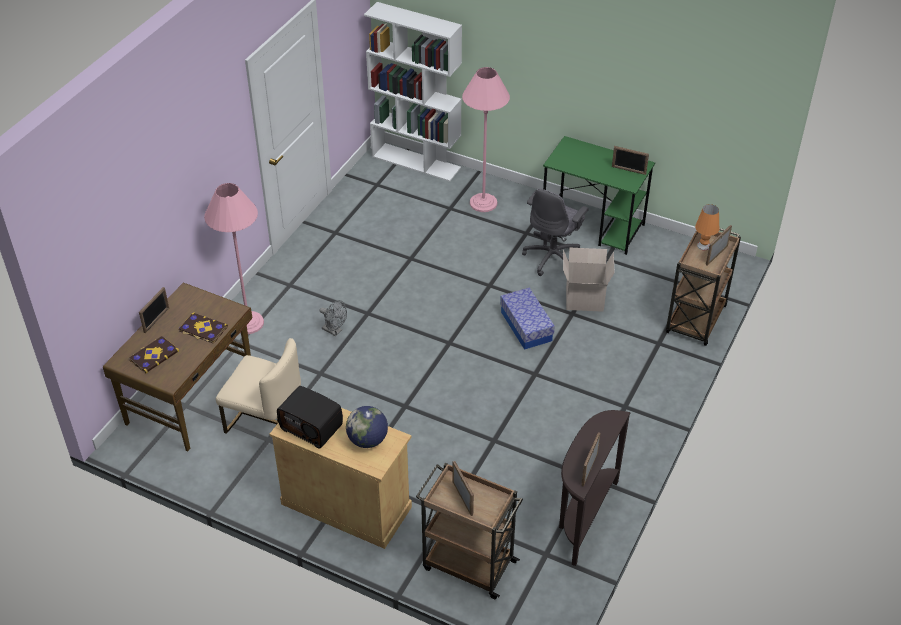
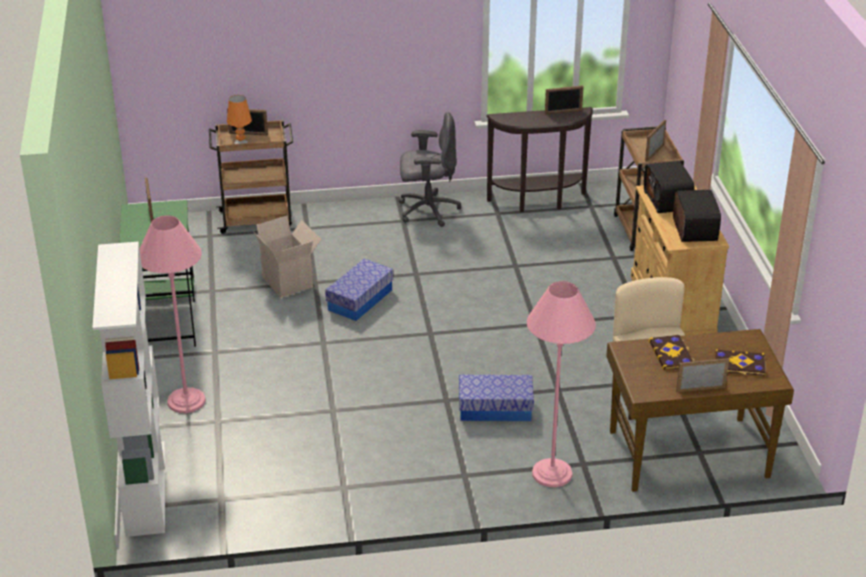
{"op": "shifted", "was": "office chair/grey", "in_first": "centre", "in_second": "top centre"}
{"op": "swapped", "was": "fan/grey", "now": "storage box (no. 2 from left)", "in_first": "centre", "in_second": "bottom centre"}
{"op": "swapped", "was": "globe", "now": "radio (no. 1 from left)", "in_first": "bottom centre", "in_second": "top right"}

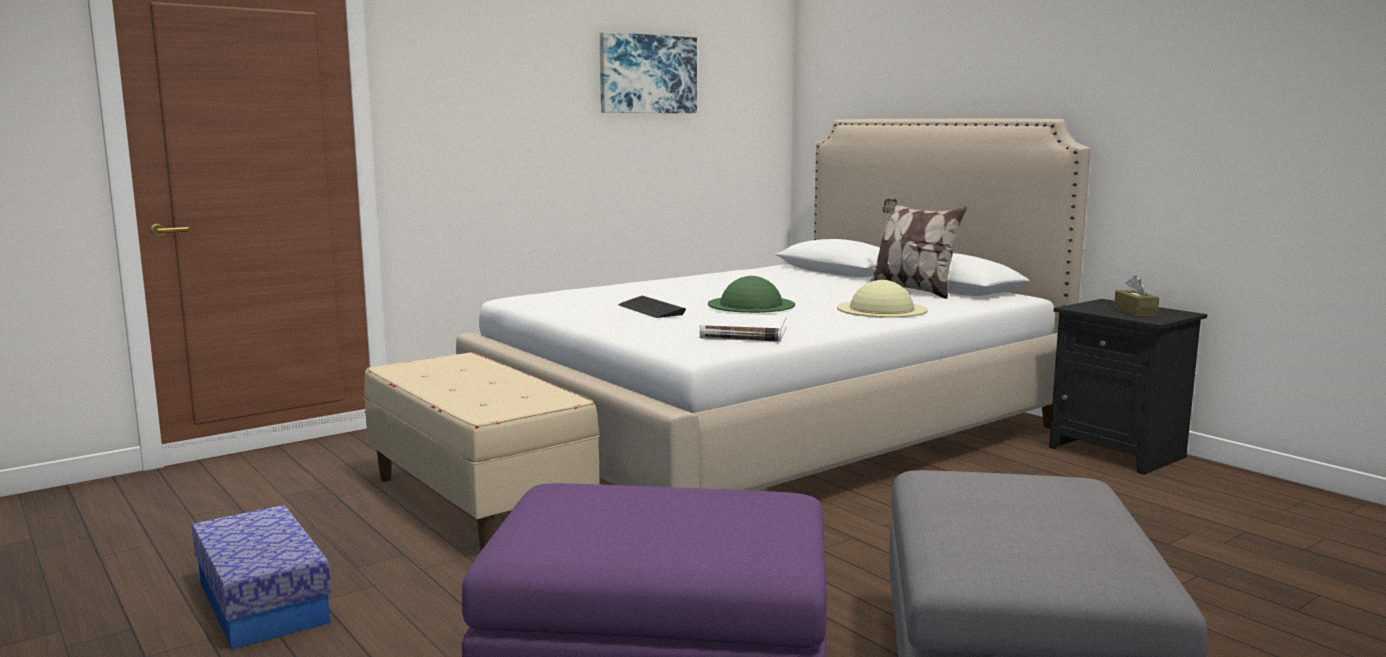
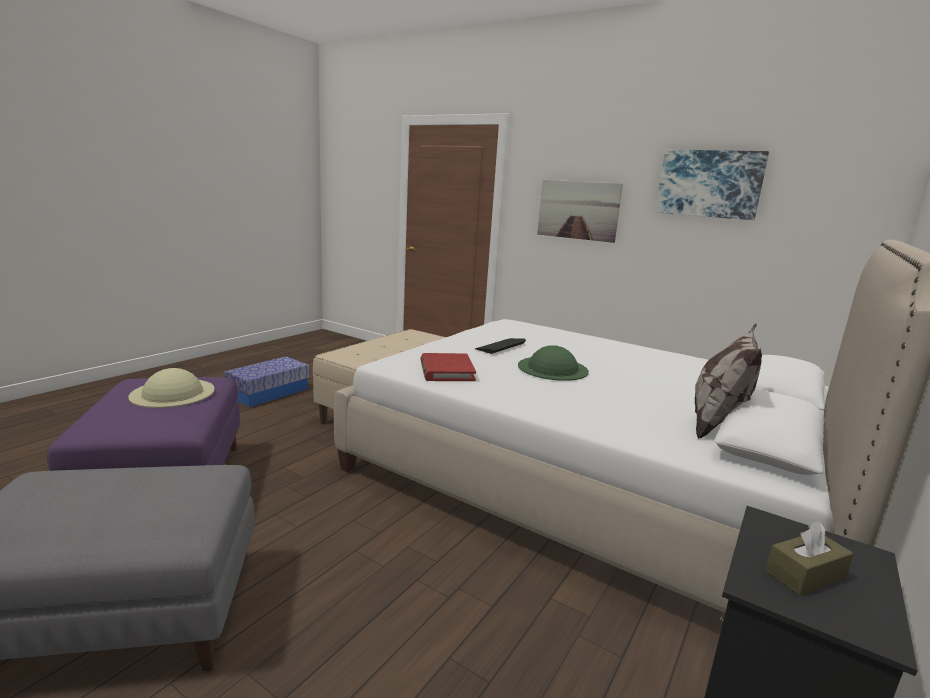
{"op": "shifted", "was": "hat/beige", "in_first": "centre", "in_second": "middle left"}
{"op": "repainted", "was": "book/white", "now": "book/red", "in_first": "centre", "in_second": "centre"}
{"op": "new", "now": "picture (no. 1 from left)", "in_second": "top centre"}

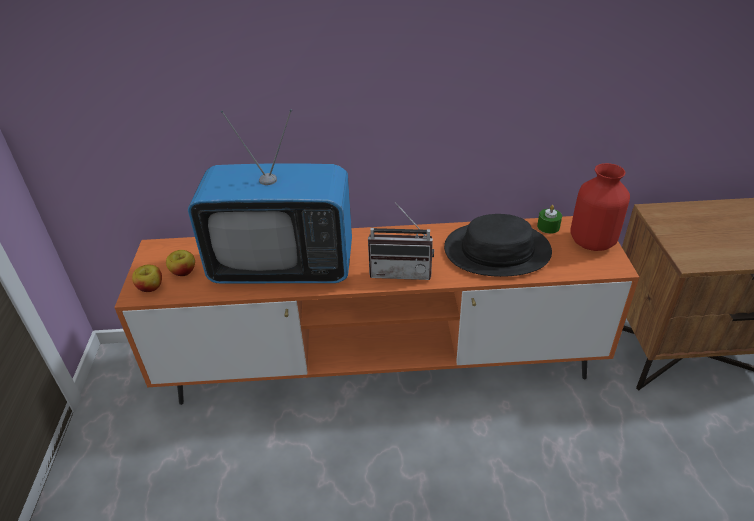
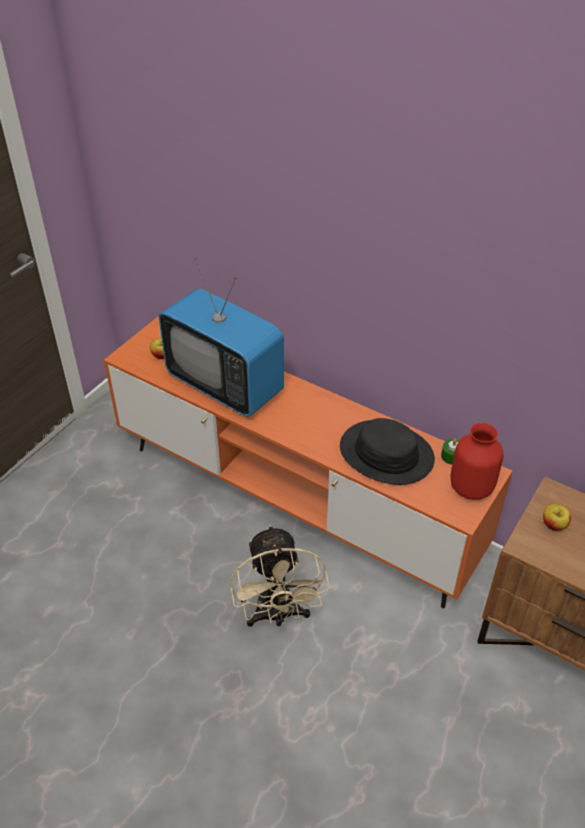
{"op": "gone", "was": "radio", "in_first": "centre"}
{"op": "shifted", "was": "apple (no. 1 from left in the first image)", "now": "apple (no. 2 from left)", "in_first": "middle left", "in_second": "middle right"}
{"op": "new", "now": "fan/beige", "in_second": "bottom centre"}

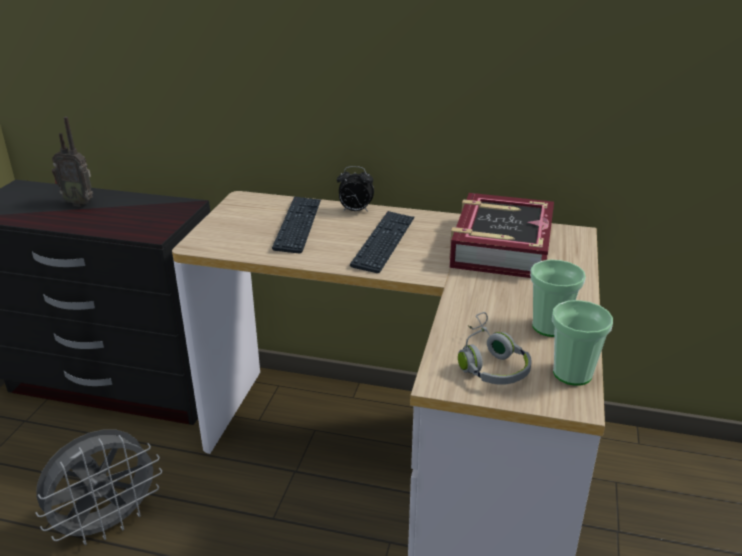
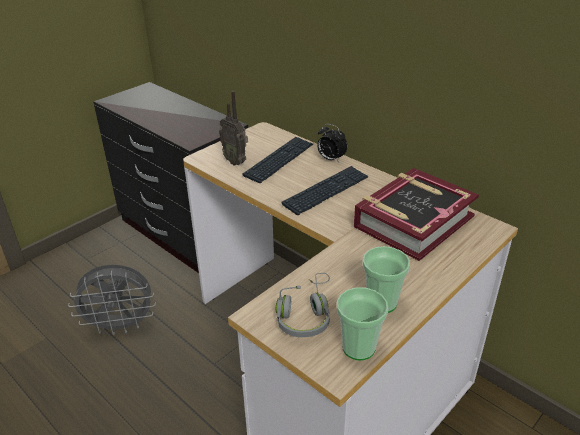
{"op": "shifted", "was": "radio", "in_first": "top left", "in_second": "top centre"}

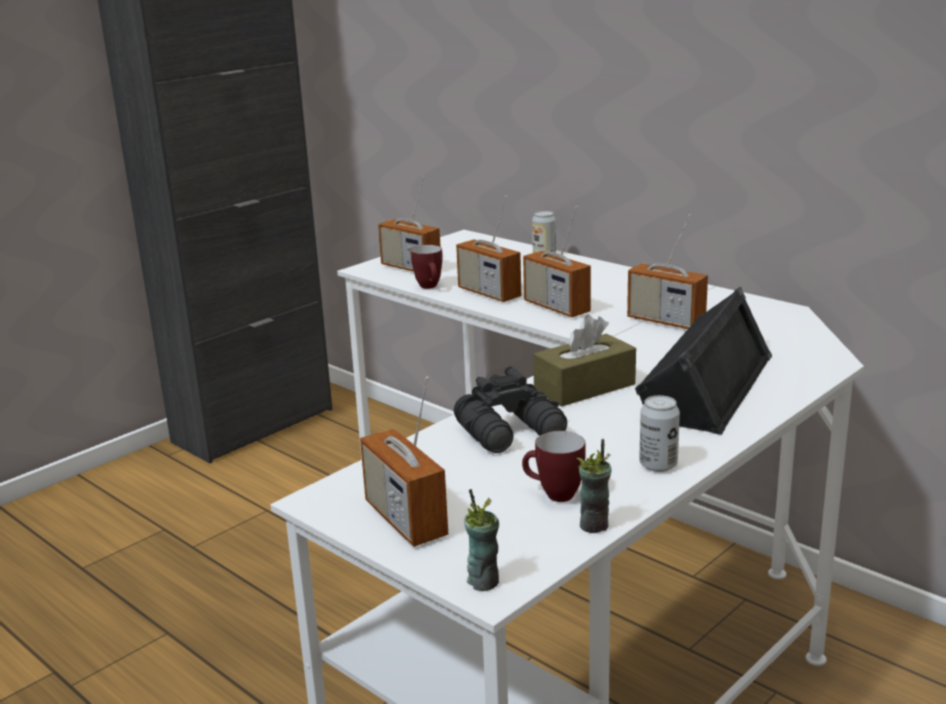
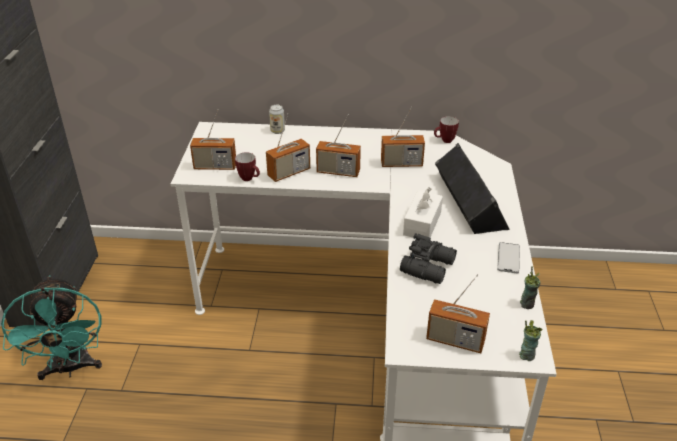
{"op": "rotated", "was": "radio (no. 3 from left in the first image)", "in_first": "centre", "in_second": "centre", "clockwise": -45}
{"op": "repainted", "was": "tissue box/brown", "now": "tissue box/white", "in_first": "centre", "in_second": "centre"}
{"op": "swapped", "was": "can (no. 2 from left)", "now": "phone", "in_first": "middle right", "in_second": "middle right"}
{"op": "shifted", "was": "mug (no. 2 from left)", "in_first": "centre", "in_second": "top centre"}
{"op": "new", "now": "fan/turquoise", "in_second": "bottom left"}

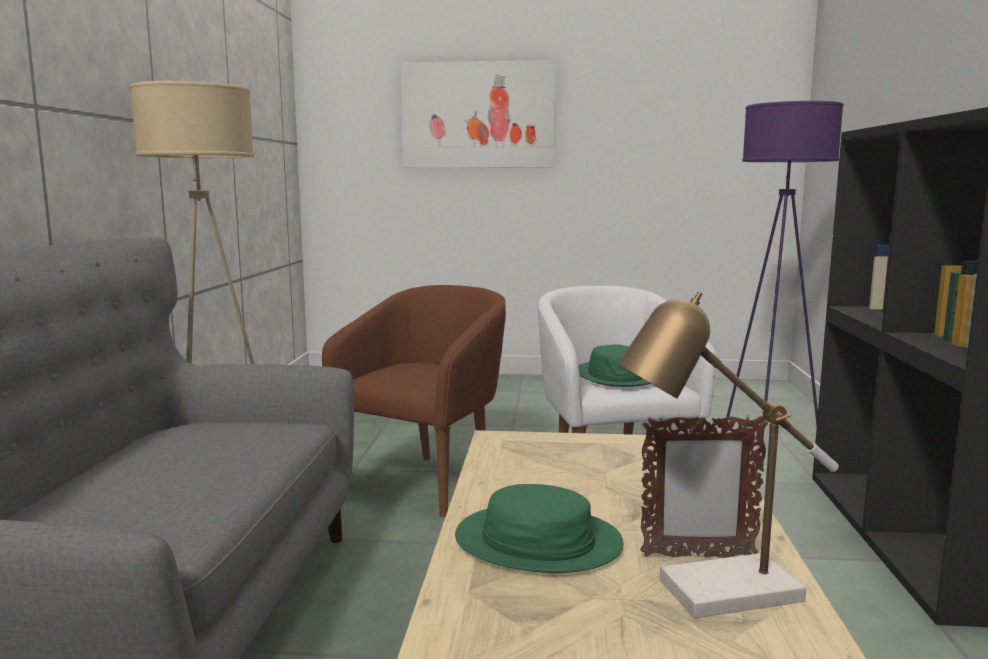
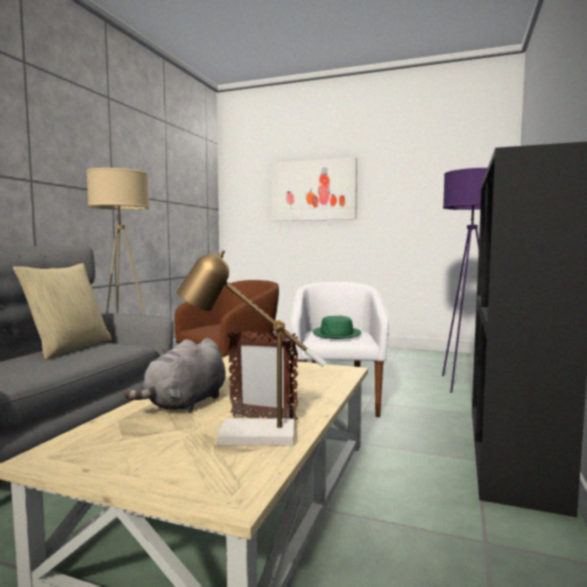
{"op": "swapped", "was": "hat/green (no. 1 from left)", "now": "plush toy/grey", "in_first": "bottom centre", "in_second": "middle left"}
{"op": "new", "now": "pillow/beige", "in_second": "middle left"}

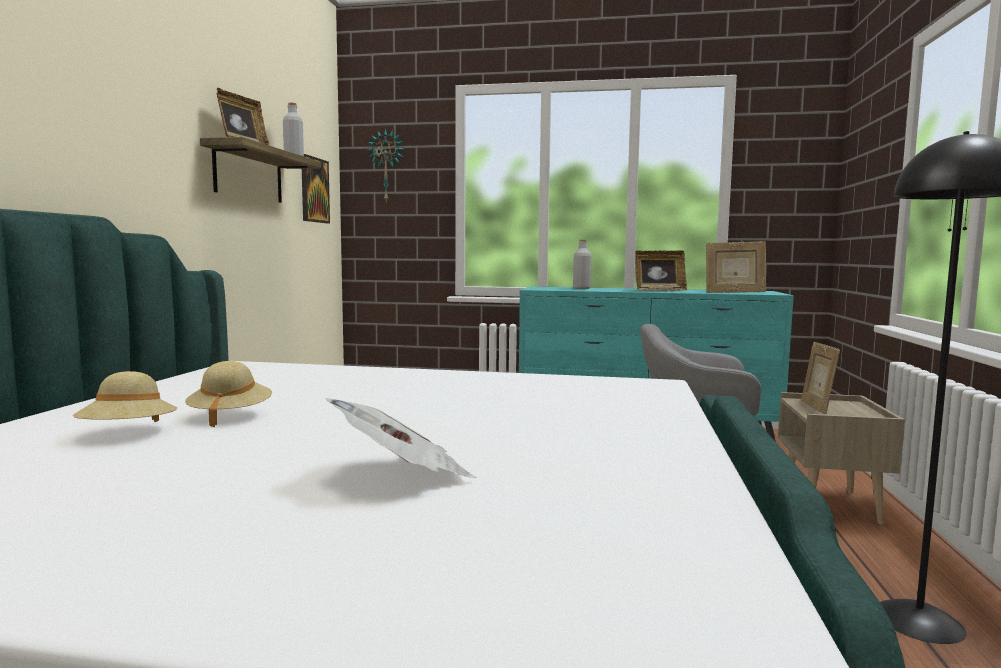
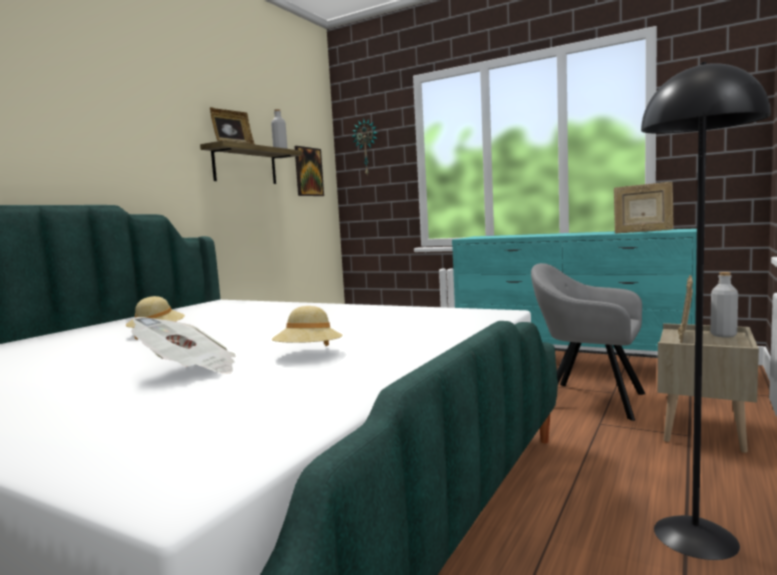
{"op": "shifted", "was": "bottle/grey (no. 2 from left)", "in_first": "centre", "in_second": "middle right"}
{"op": "gone", "was": "picture frame (no. 2 from left)", "in_first": "centre"}
{"op": "shifted", "was": "hat/beige (no. 1 from left in the first image)", "now": "hat/beige (no. 2 from left)", "in_first": "middle left", "in_second": "centre"}

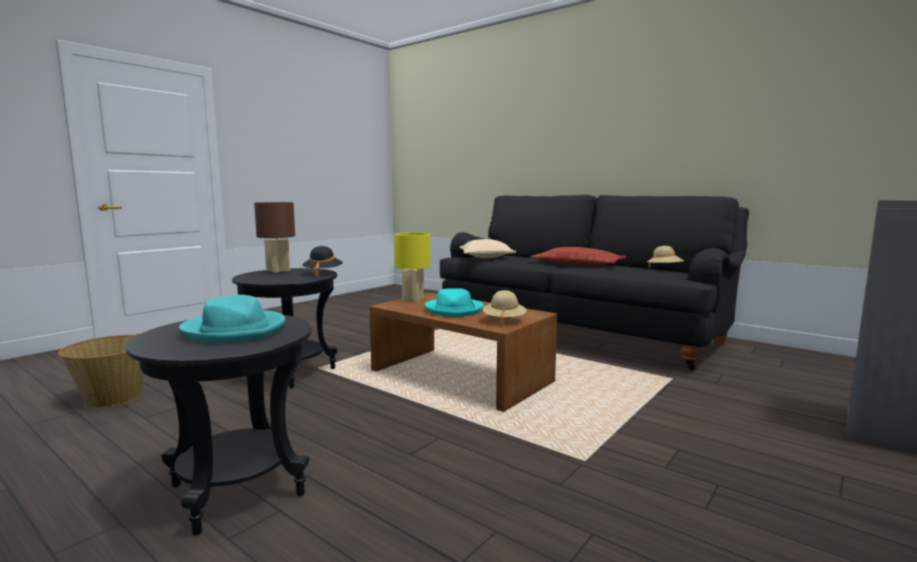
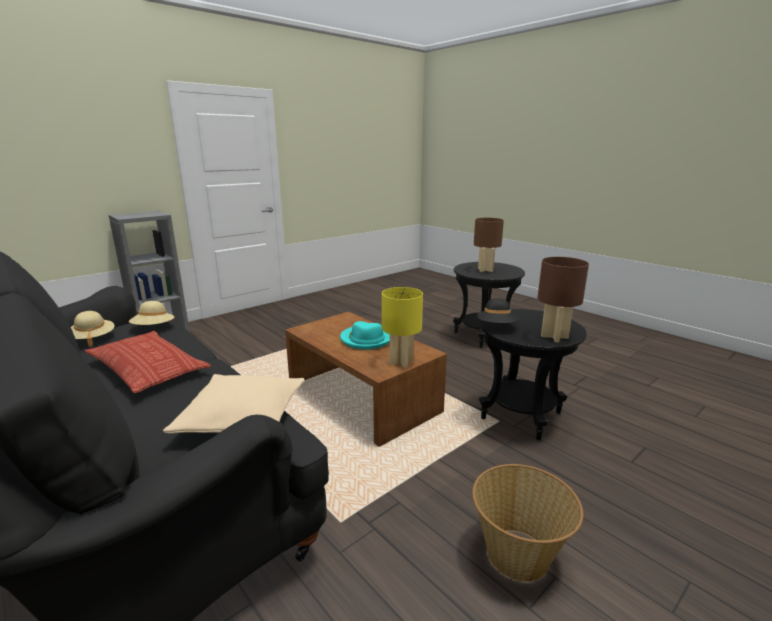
{"op": "shifted", "was": "hat/beige (no. 1 from left in the first image)", "now": "hat/beige (no. 2 from left)", "in_first": "centre", "in_second": "middle left"}
{"op": "swapped", "was": "hat/turquoise (no. 1 from left)", "now": "table lamp/brown (no. 1 from left)", "in_first": "middle left", "in_second": "centre"}
{"op": "shifted", "was": "basket", "in_first": "middle left", "in_second": "bottom right"}

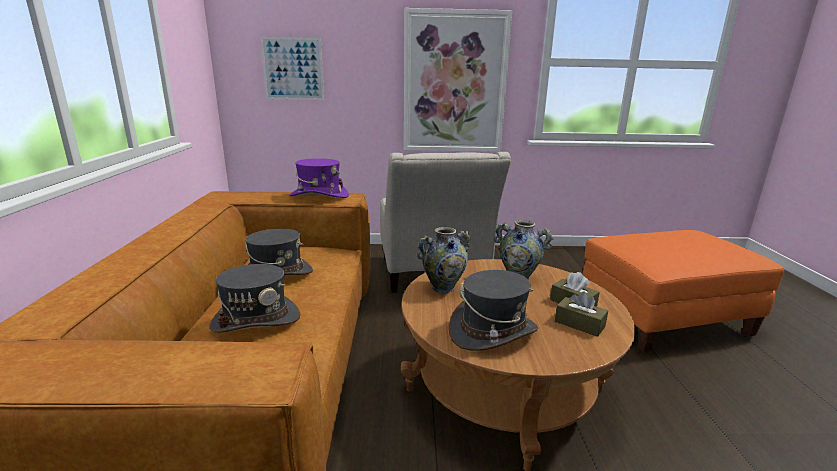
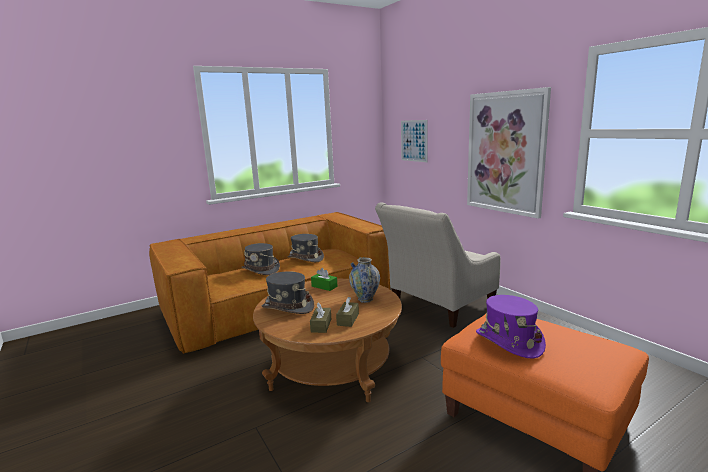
{"op": "shifted", "was": "hat/purple", "in_first": "centre", "in_second": "bottom right"}
{"op": "swapped", "was": "vase (no. 1 from left)", "now": "tissue box/green", "in_first": "centre", "in_second": "centre"}

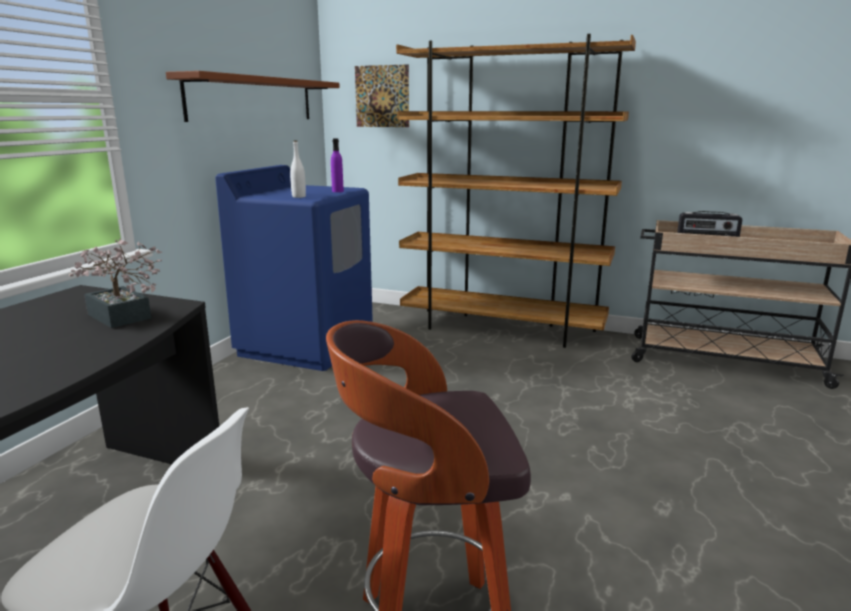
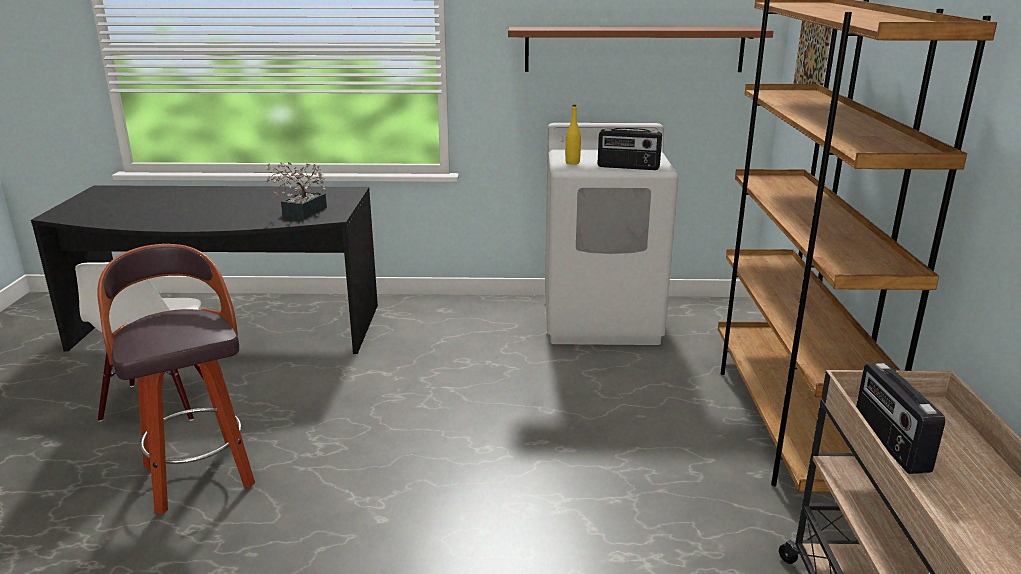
{"op": "swapped", "was": "bottle/purple", "now": "radio (no. 1 from left)", "in_first": "top centre", "in_second": "top centre"}
{"op": "repainted", "was": "bottle/white", "now": "bottle/yellow", "in_first": "top centre", "in_second": "top centre"}
{"op": "repainted", "was": "washing machine/blue", "now": "washing machine/white", "in_first": "centre", "in_second": "centre"}

